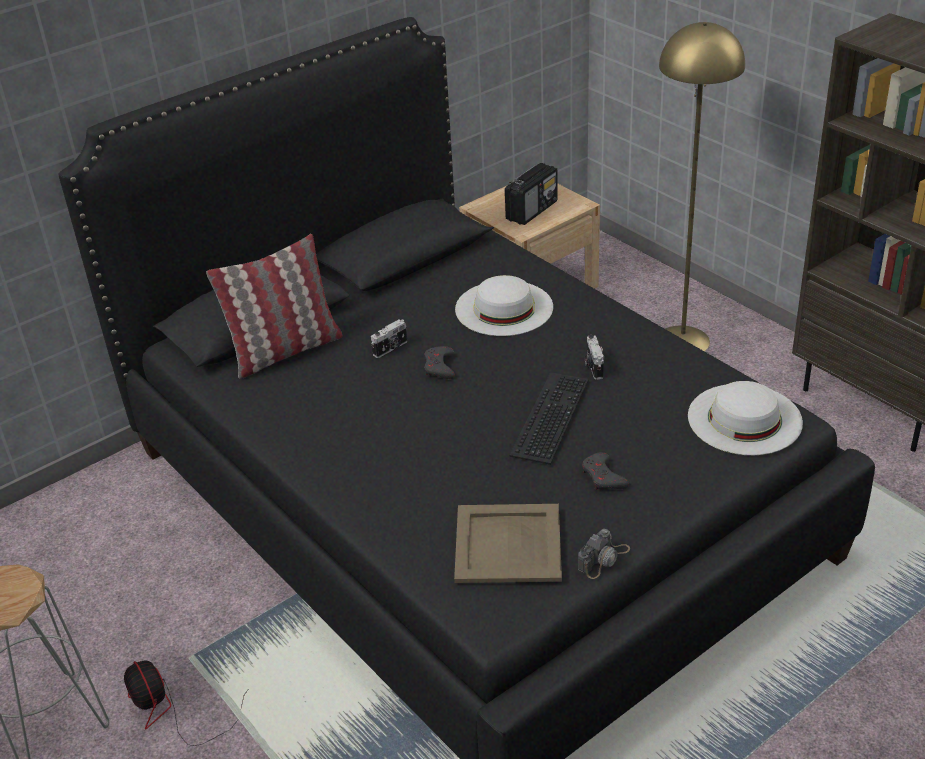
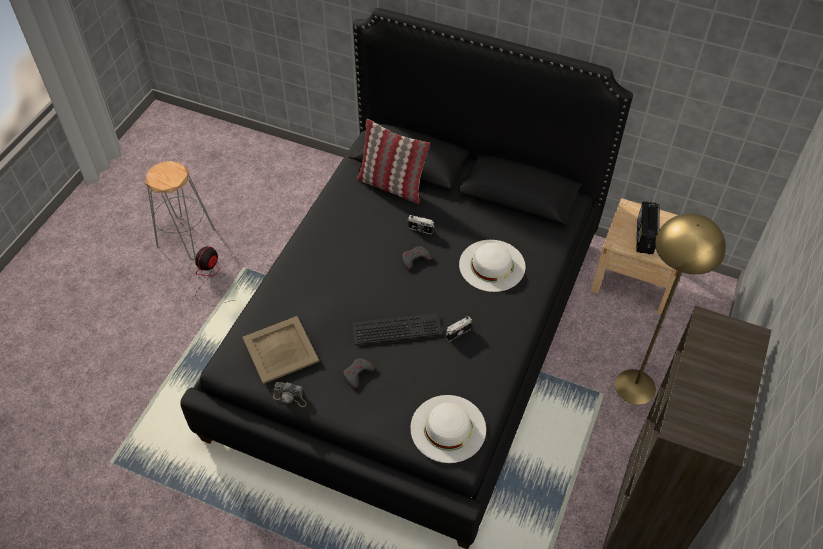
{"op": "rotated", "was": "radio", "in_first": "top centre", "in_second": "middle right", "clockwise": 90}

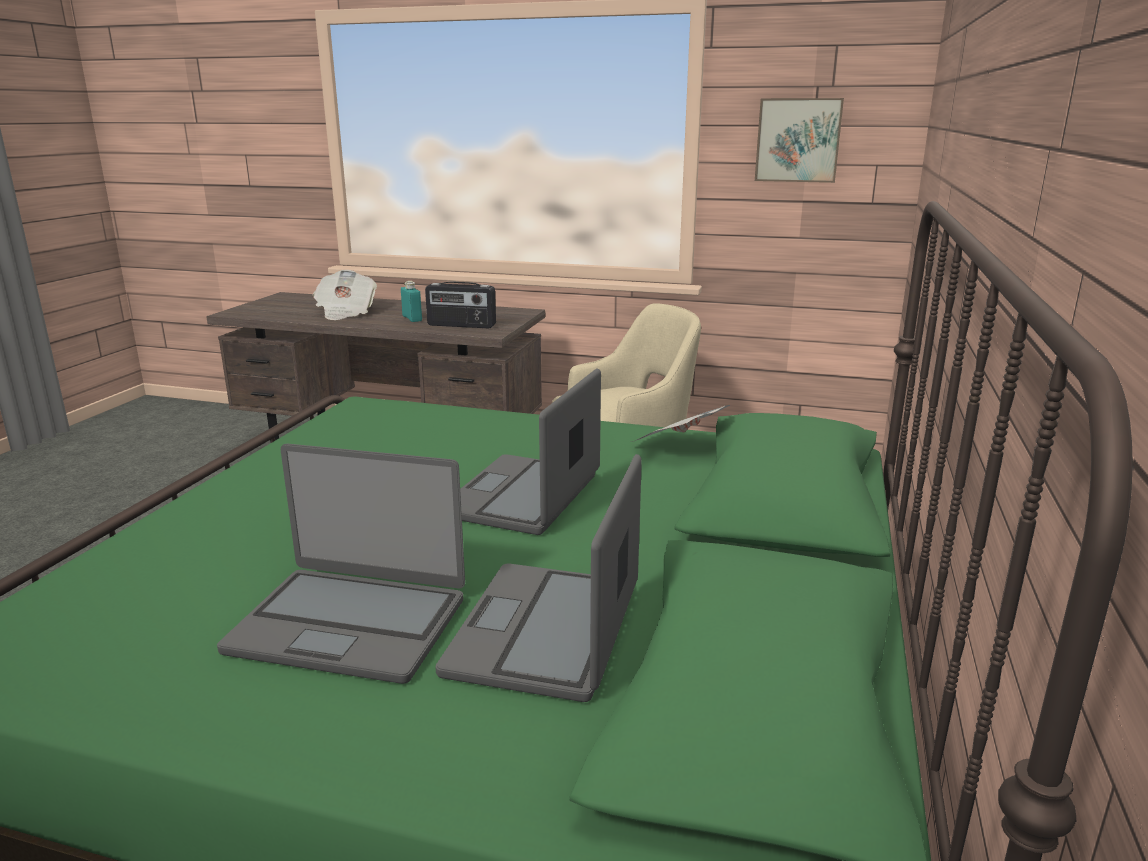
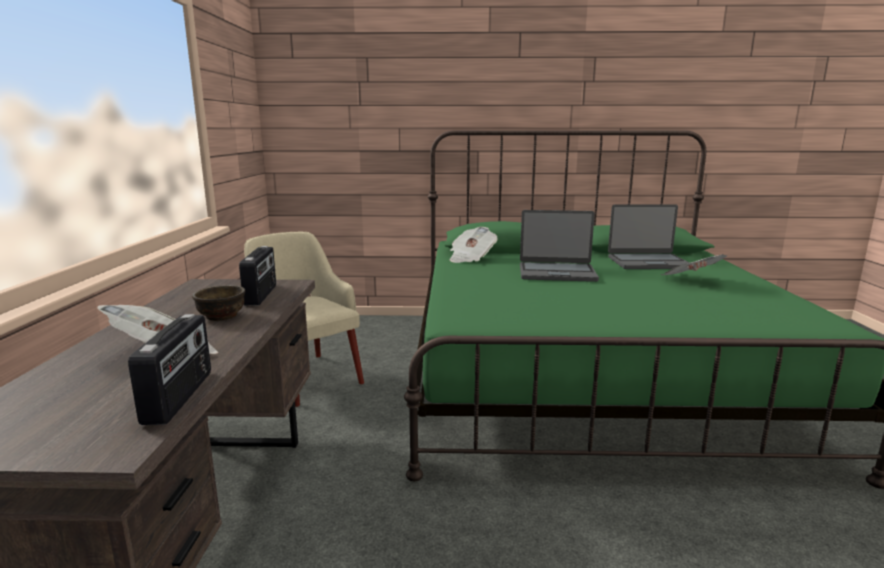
{"op": "gone", "was": "picture", "in_first": "top right"}
{"op": "swapped", "was": "bottle/turquoise", "now": "bowl/brown", "in_first": "centre", "in_second": "middle left"}
{"op": "swapped", "was": "laptop (no. 1 from left)", "now": "newspaper (no. 3 from left)", "in_first": "middle left", "in_second": "middle right"}
{"op": "new", "now": "radio (no. 1 from left)", "in_second": "middle left"}

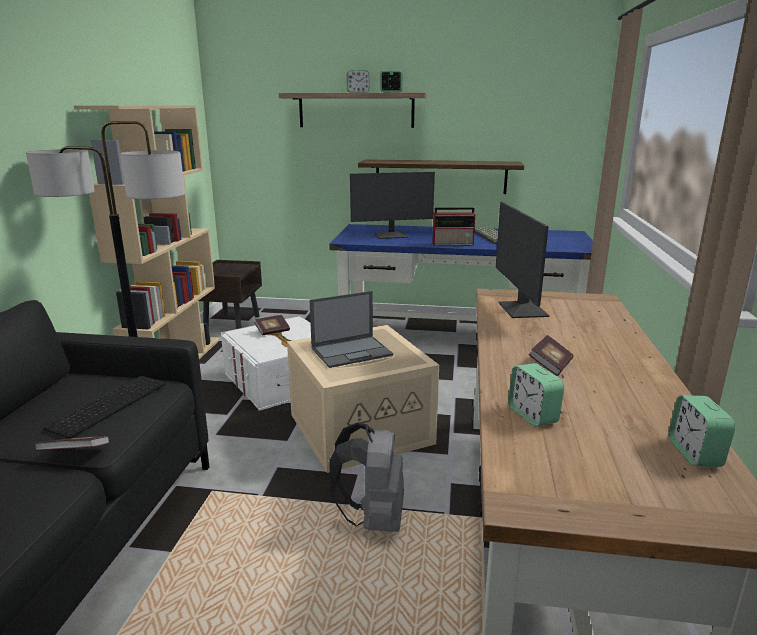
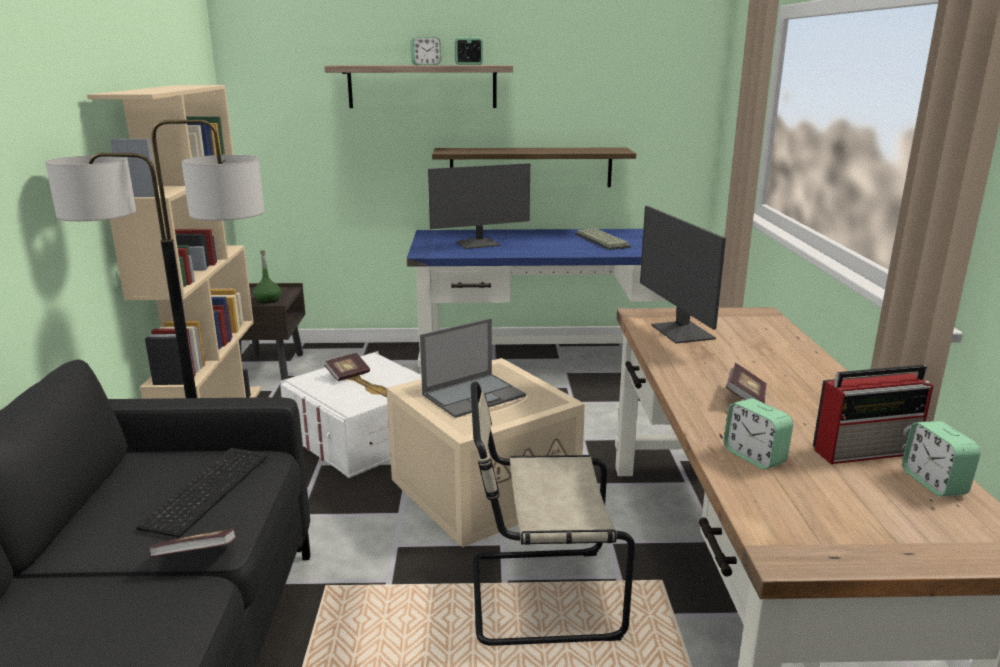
{"op": "shifted", "was": "radio", "in_first": "centre", "in_second": "middle right"}
{"op": "swapped", "was": "backpack/grey", "now": "chair/beige", "in_first": "bottom centre", "in_second": "bottom centre"}
{"op": "new", "now": "bottle/green", "in_second": "middle left"}

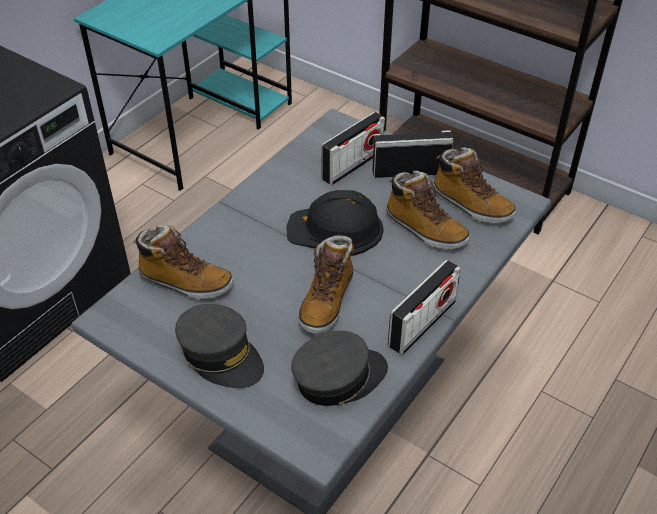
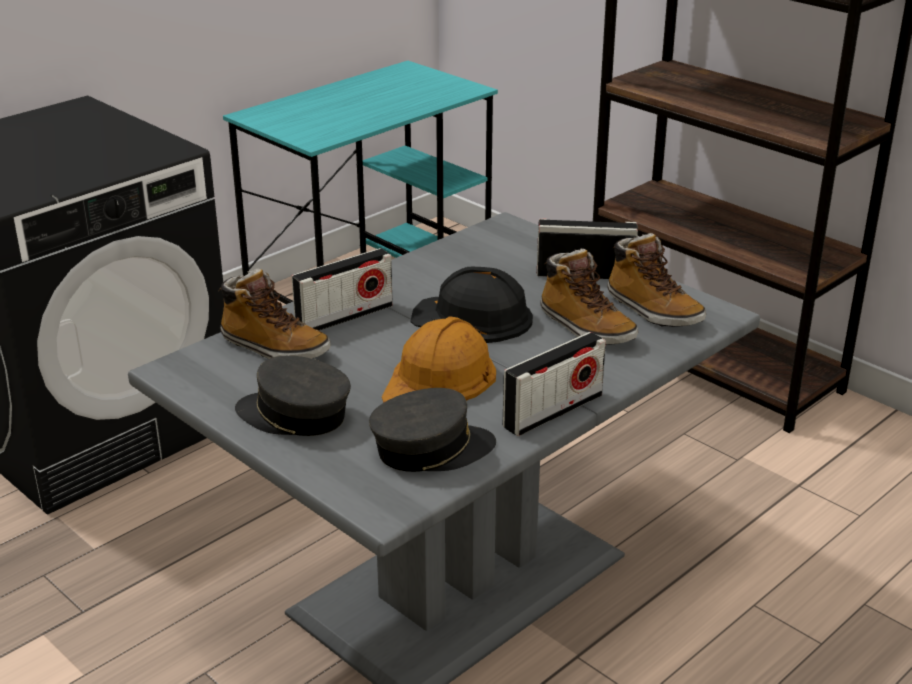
{"op": "shifted", "was": "radio (no. 1 from left)", "in_first": "top centre", "in_second": "centre"}
{"op": "swapped", "was": "boot (no. 2 from left)", "now": "hard hat/orange", "in_first": "centre", "in_second": "centre"}
{"op": "rotated", "was": "cap/grey (no. 1 from left)", "in_first": "bottom centre", "in_second": "middle left", "clockwise": 150}

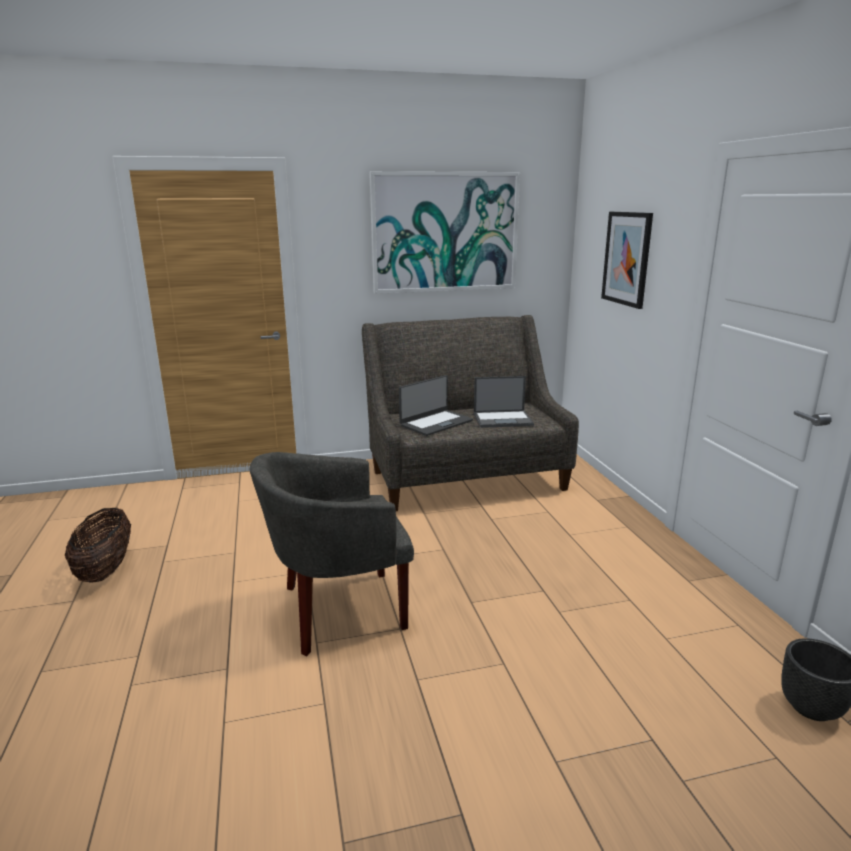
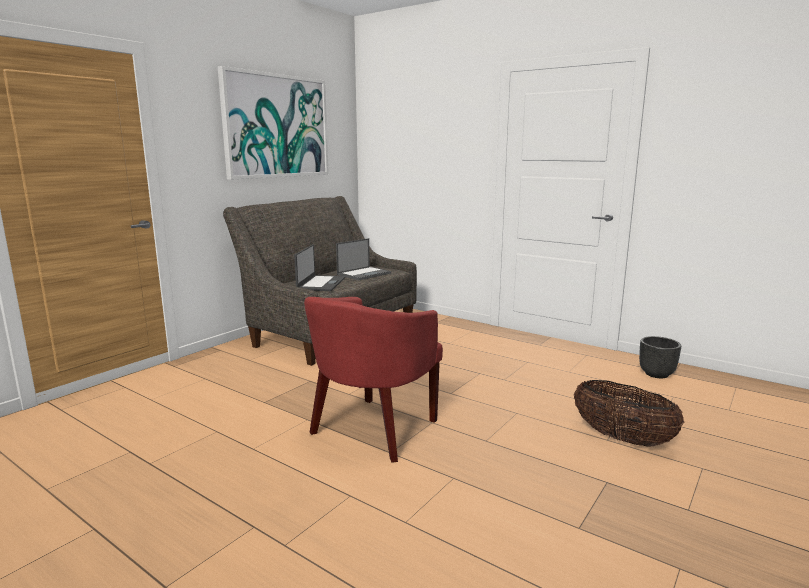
{"op": "gone", "was": "picture (no. 2 from left)", "in_first": "top right"}
{"op": "repainted", "was": "armchair/grey", "now": "armchair/red", "in_first": "centre", "in_second": "centre"}
{"op": "shifted", "was": "basket", "in_first": "middle left", "in_second": "bottom right"}

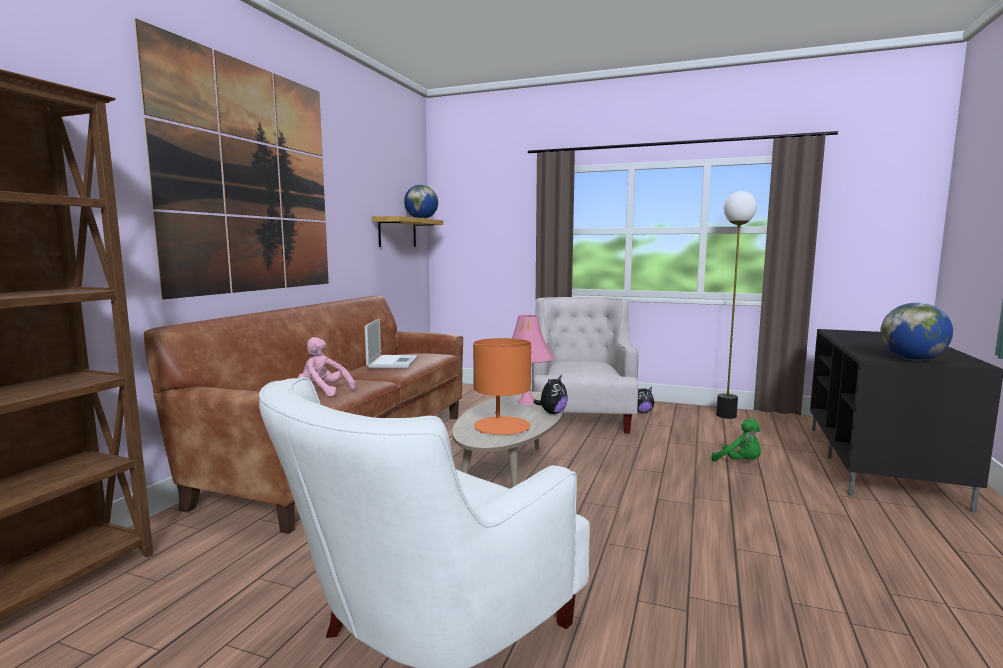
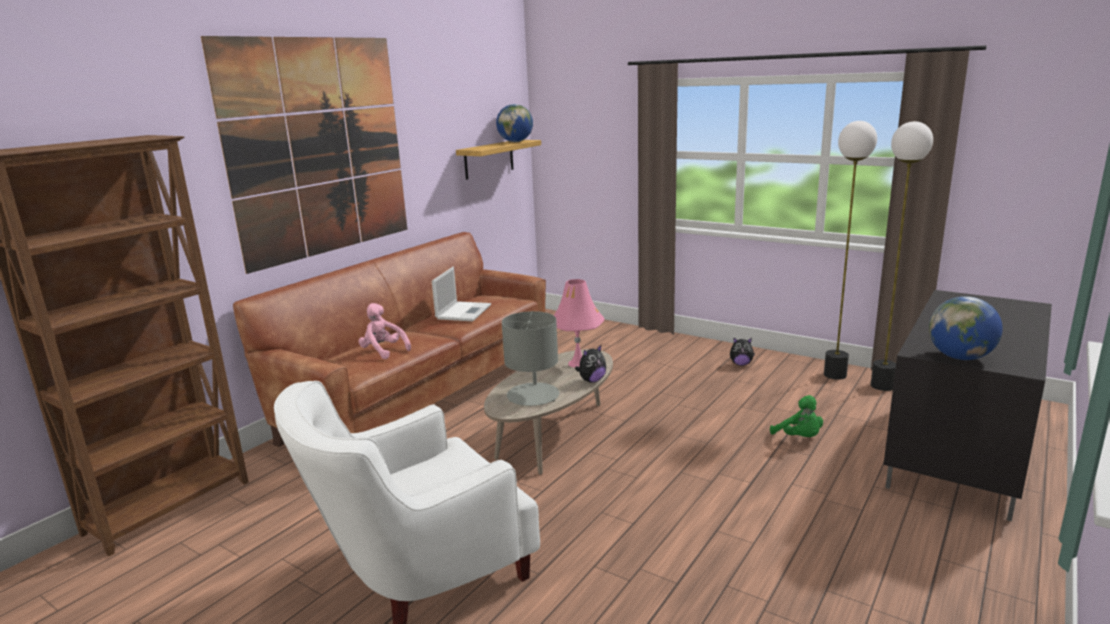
{"op": "gone", "was": "armchair/white (no. 2 from left)", "in_first": "centre"}
{"op": "repainted", "was": "table lamp/orange", "now": "table lamp/grey", "in_first": "centre", "in_second": "centre"}
{"op": "new", "now": "floor lamp (no. 2 from left)", "in_second": "middle right"}

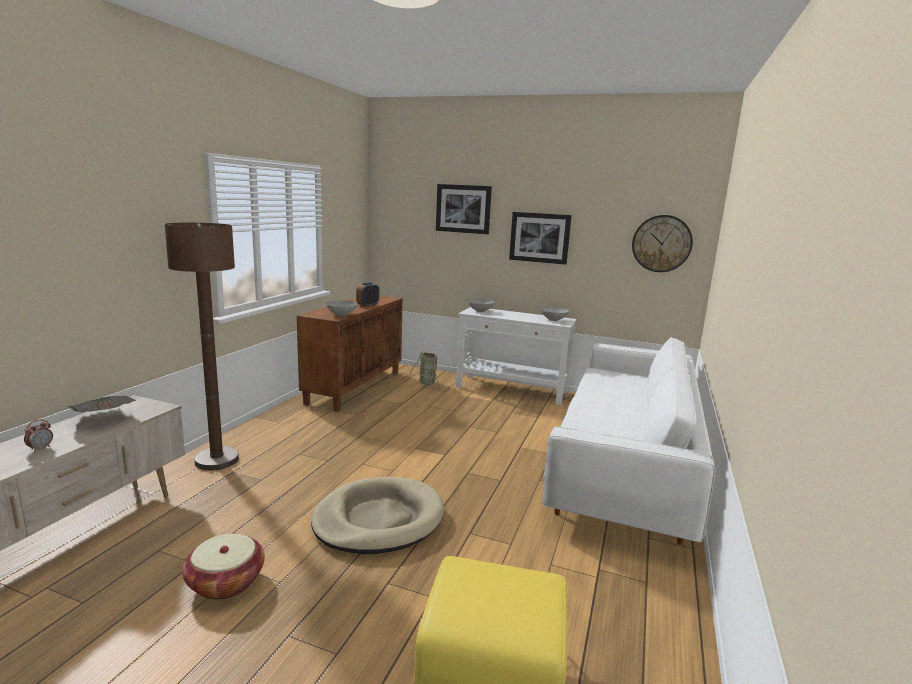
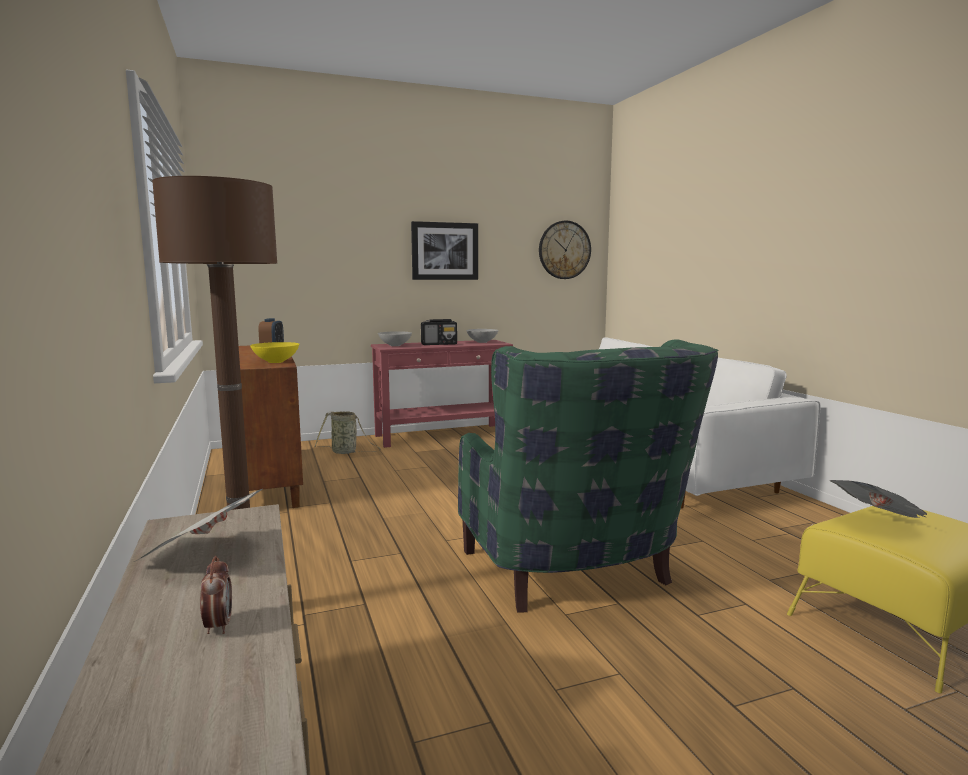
{"op": "gone", "was": "picture (no. 1 from left)", "in_first": "top centre"}
{"op": "repainted", "was": "bowl/grey (no. 1 from left)", "now": "bowl/yellow", "in_first": "centre", "in_second": "middle left"}
{"op": "repainted", "was": "console table/white", "now": "console table/red", "in_first": "centre", "in_second": "centre"}
{"op": "swapped", "was": "dog bed/beige", "now": "armchair/green", "in_first": "bottom centre", "in_second": "centre"}
{"op": "gone", "was": "basket (no. 1 from left)", "in_first": "bottom left"}
{"op": "new", "now": "radio", "in_second": "centre"}
{"op": "new", "now": "newspaper (no. 2 from left)", "in_second": "middle right"}

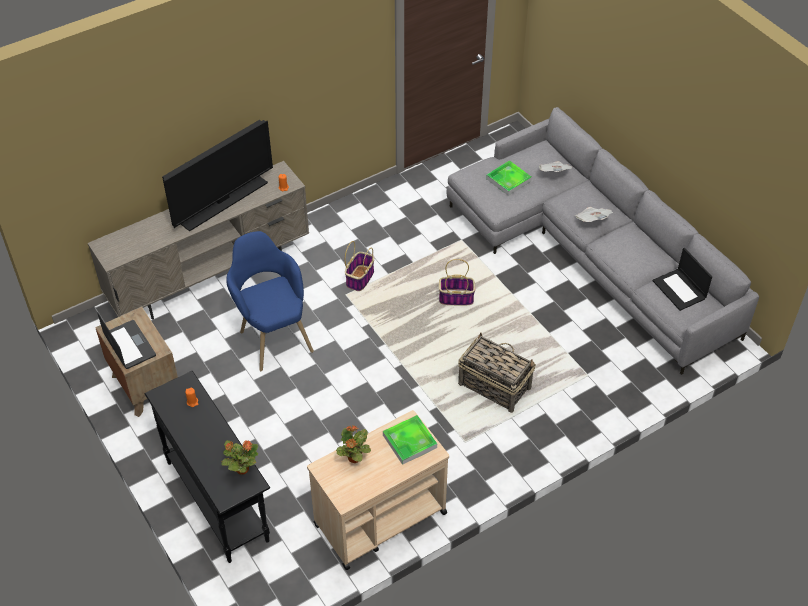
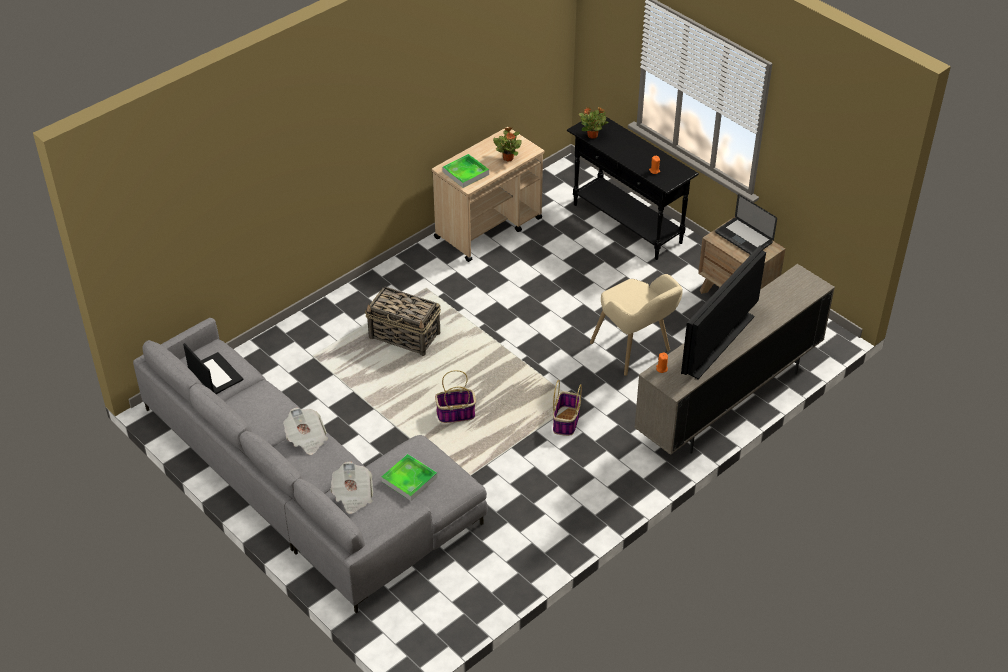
{"op": "repainted", "was": "armchair/blue", "now": "armchair/beige", "in_first": "centre", "in_second": "centre"}

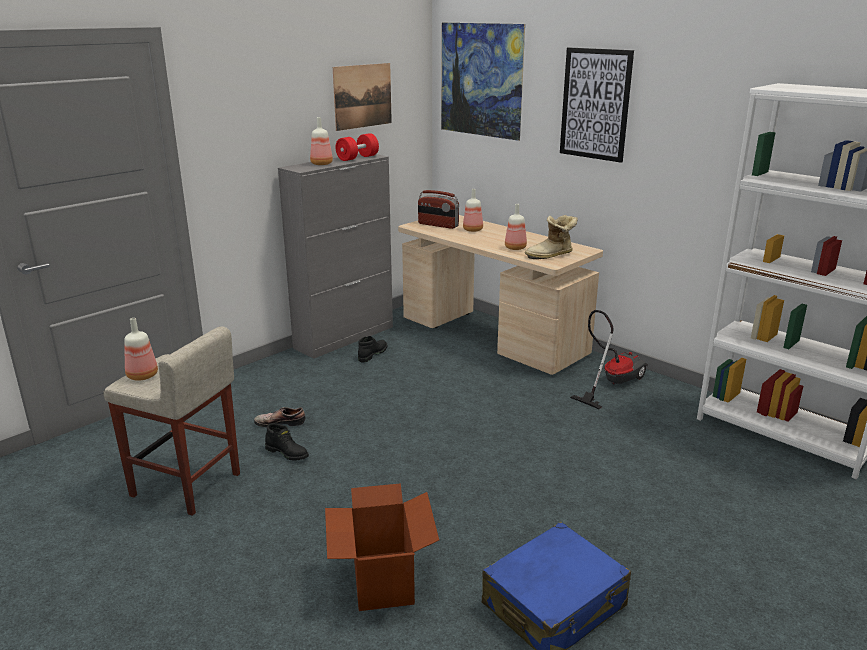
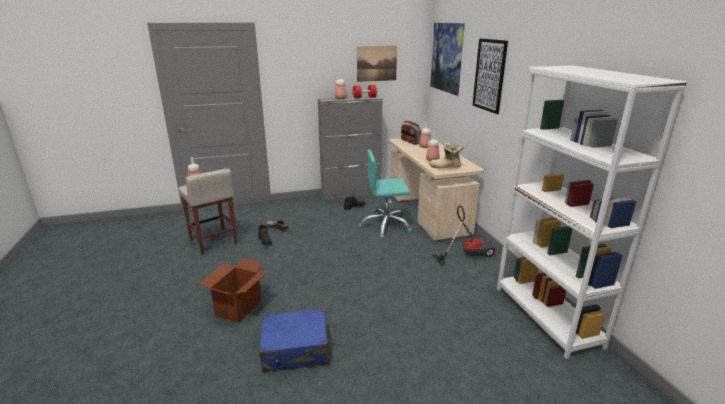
{"op": "new", "now": "office chair/turquoise", "in_second": "centre"}

